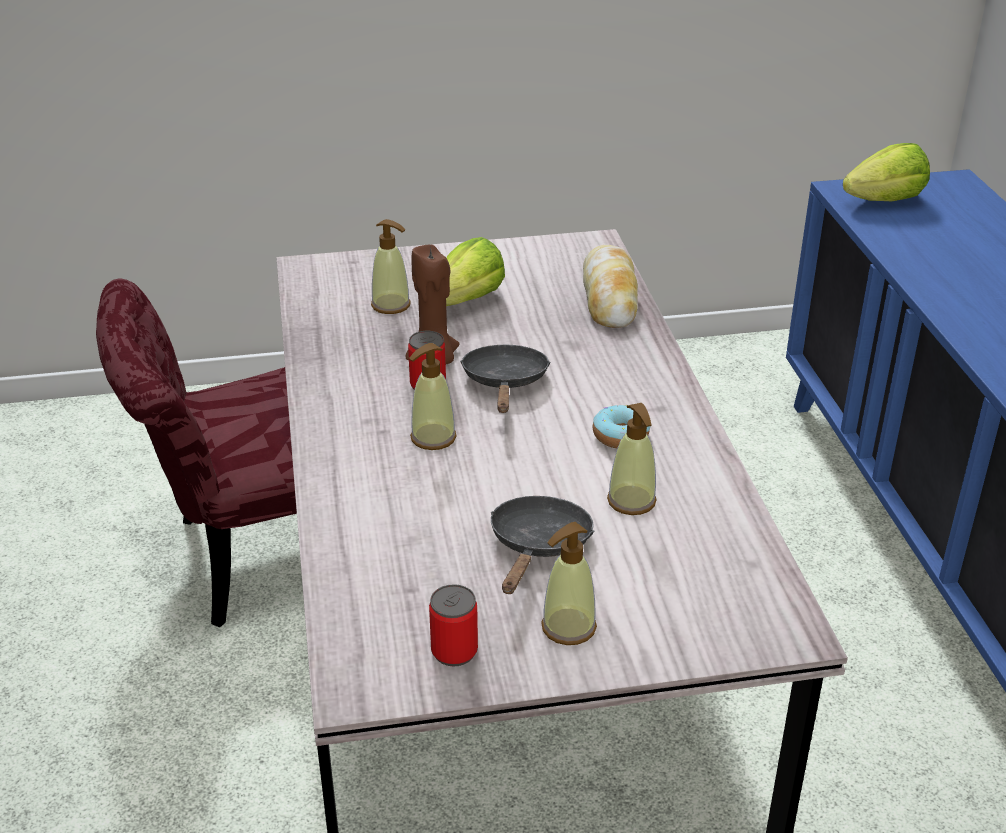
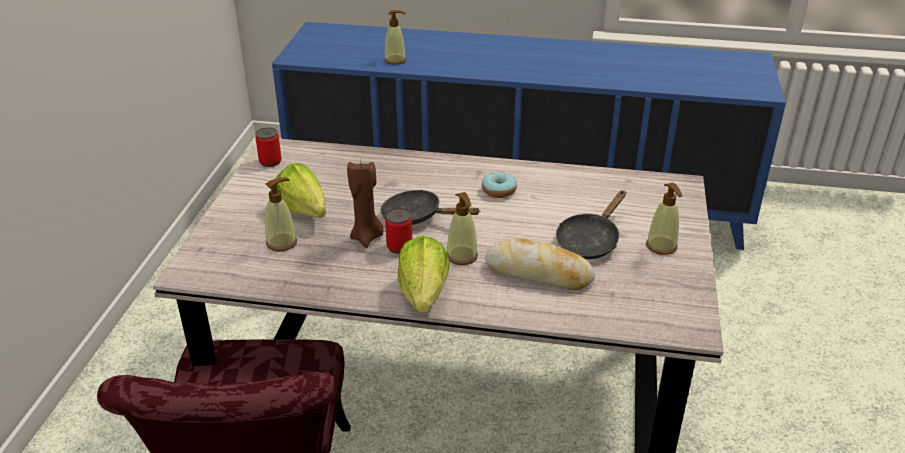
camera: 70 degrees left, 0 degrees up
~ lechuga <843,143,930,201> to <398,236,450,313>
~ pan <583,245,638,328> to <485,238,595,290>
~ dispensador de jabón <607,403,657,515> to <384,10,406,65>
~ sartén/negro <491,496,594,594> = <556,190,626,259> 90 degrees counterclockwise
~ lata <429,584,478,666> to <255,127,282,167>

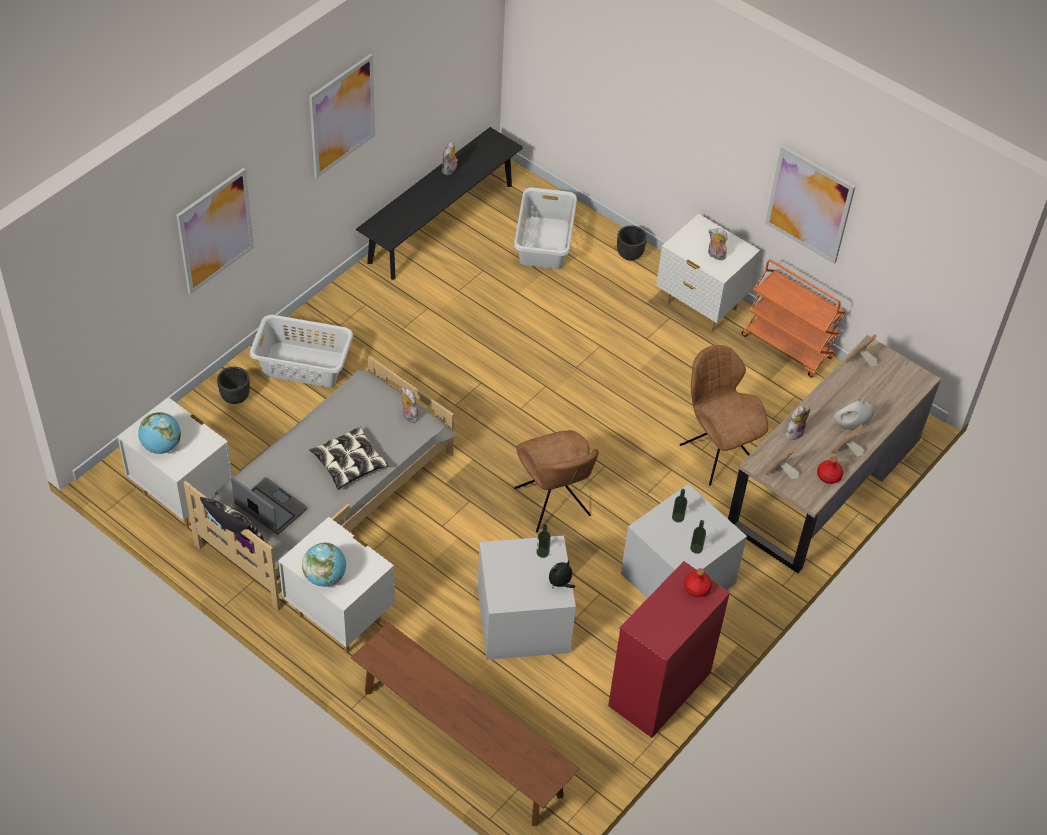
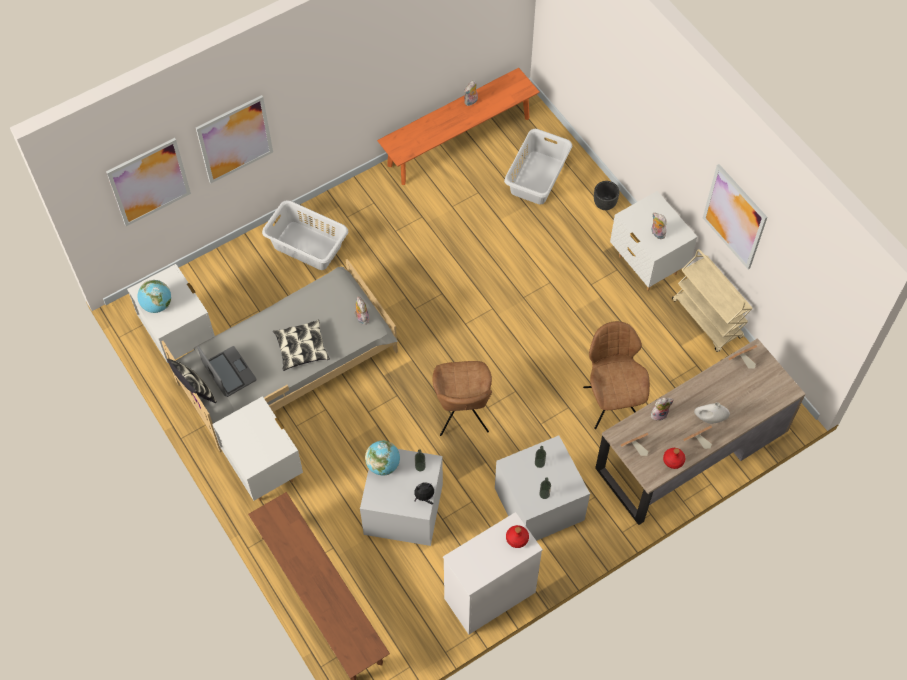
camera: 20 degrees right, 10 degrees up
~ cuadro <309,54,375,178> to <106,138,191,226>
~ banco/negro <356,127,523,280> to banco/naranja <377,68,540,185>
~ carrito/naranja <742,259,845,378> to carrito/beis <672,249,753,352>
- maceta/negro <217,367,250,404>
~ globo terráqueo <302,543,346,587> to <365,441,400,476>
~ cómoda/rojo <608,561,730,738> to cómoda/blanco <443,512,543,635>

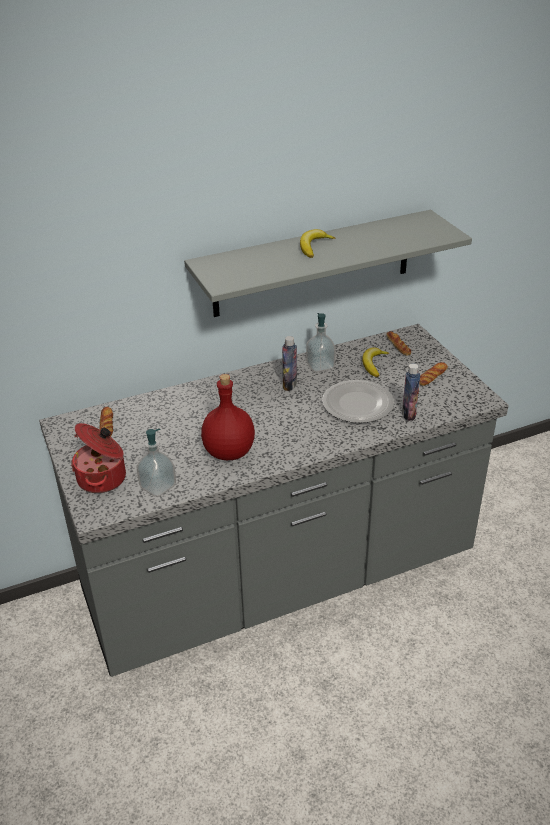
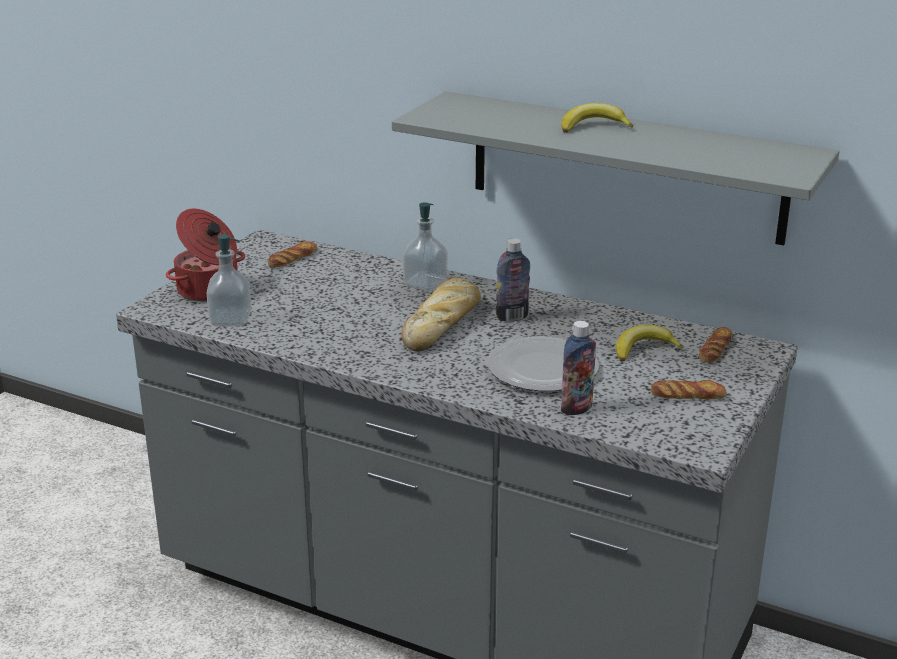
camera: 50 degrees right, 10 degrees down
~ dispensador de jabón <306,313,335,372> to <403,203,447,292>
- botella/rojo <201,374,255,460>
+ pan <401,278,481,351>

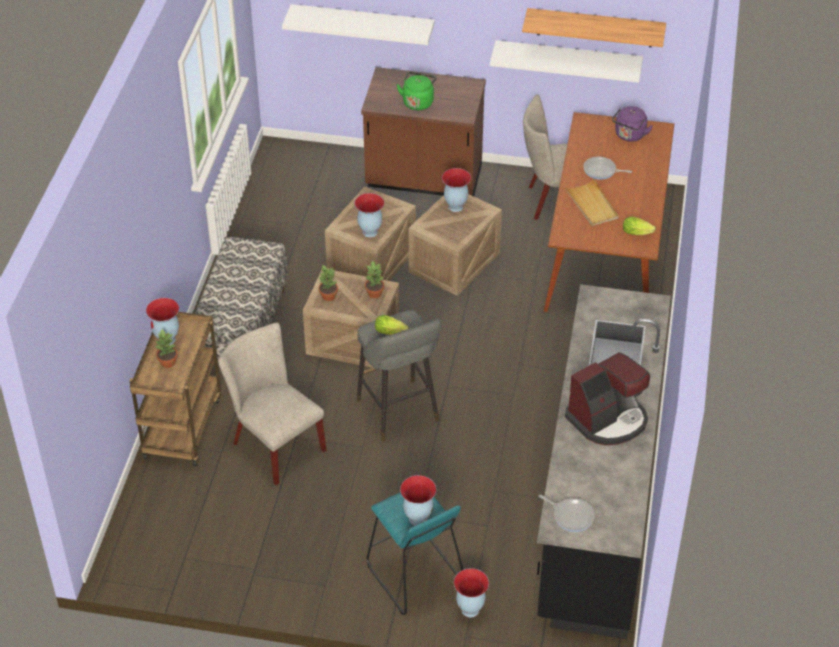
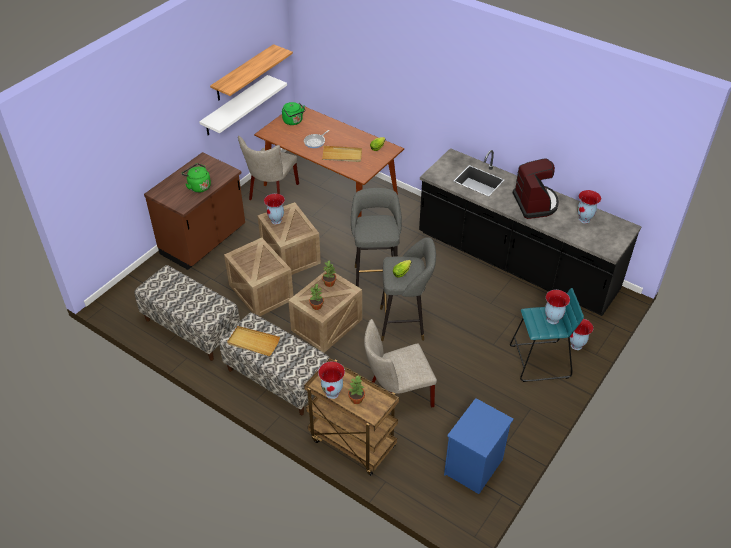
camera: 65 degrees left, 0 degrees up
- estante/blanco <282,4,435,45>
~ hervidor/morado <612,106,652,142> to hervidor/verde <282,102,305,125>
~ florero <354,193,384,237> to <577,190,601,223>
- sartén <538,495,595,532>
+ taburete/gris <351,188,402,287>
+ banco <134,265,240,361>
+ bandeja/beis <227,326,280,356>
+ mesita de noche/azul <444,398,513,494>

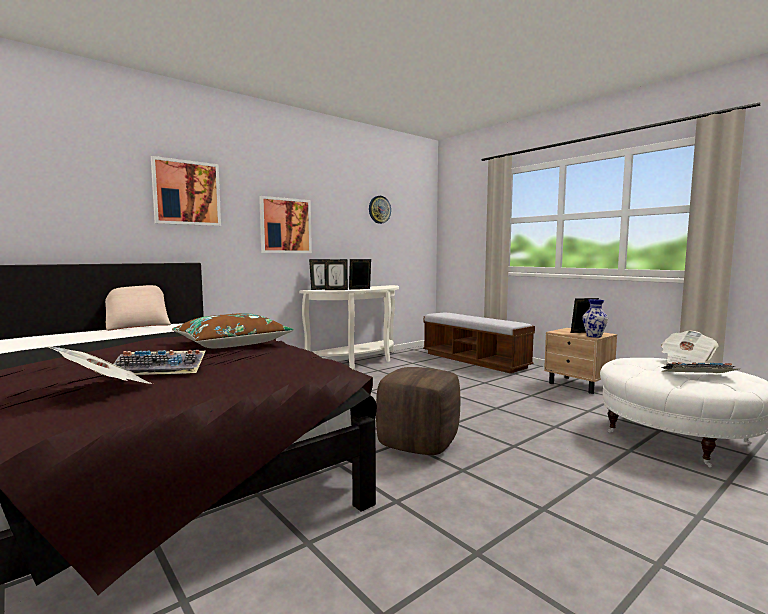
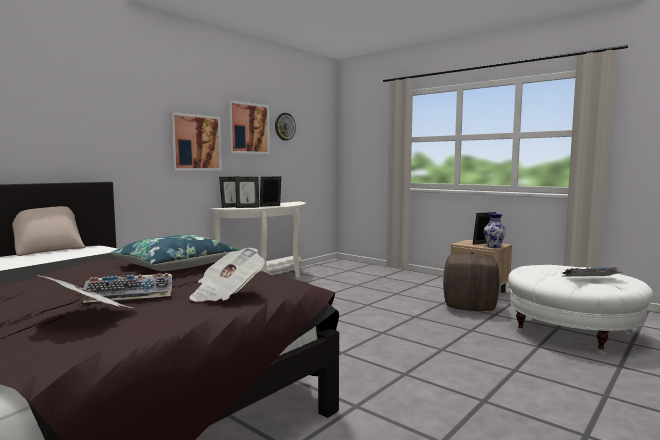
camera: 10 degrees left, 0 degrees up
~ cuadro <151,156,221,226> to <228,100,270,154>
~ cojín/marrón <172,313,293,348> to cojín/azul <110,235,240,271>
- banco <423,313,535,373>
~ periódico <661,331,718,364> to <189,248,265,302>
~ puf/marrón <376,367,460,455> to <443,253,500,311>

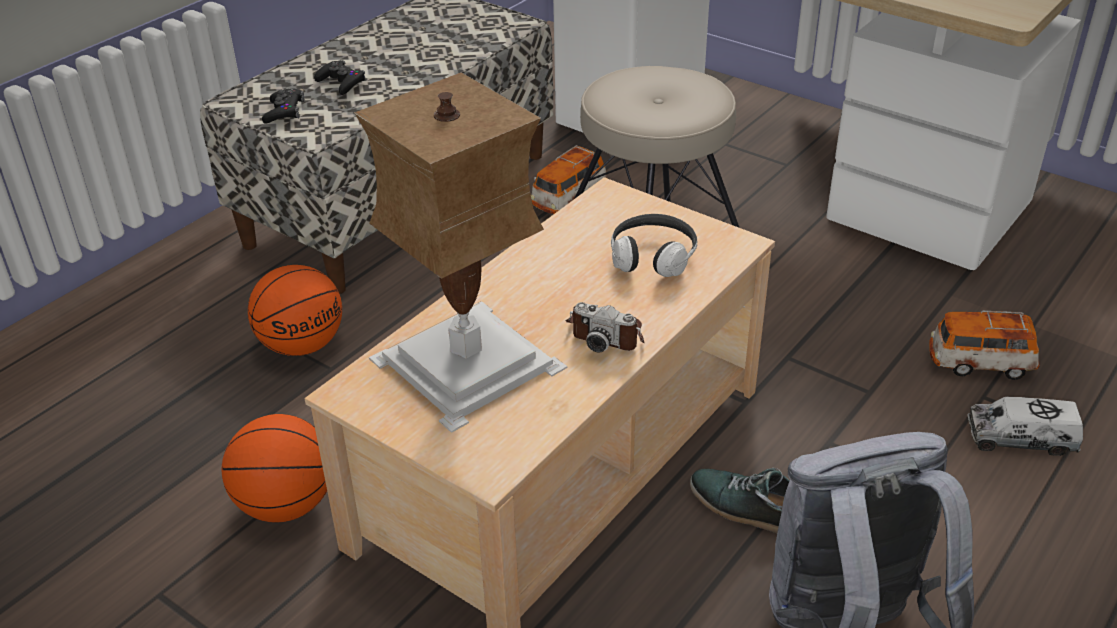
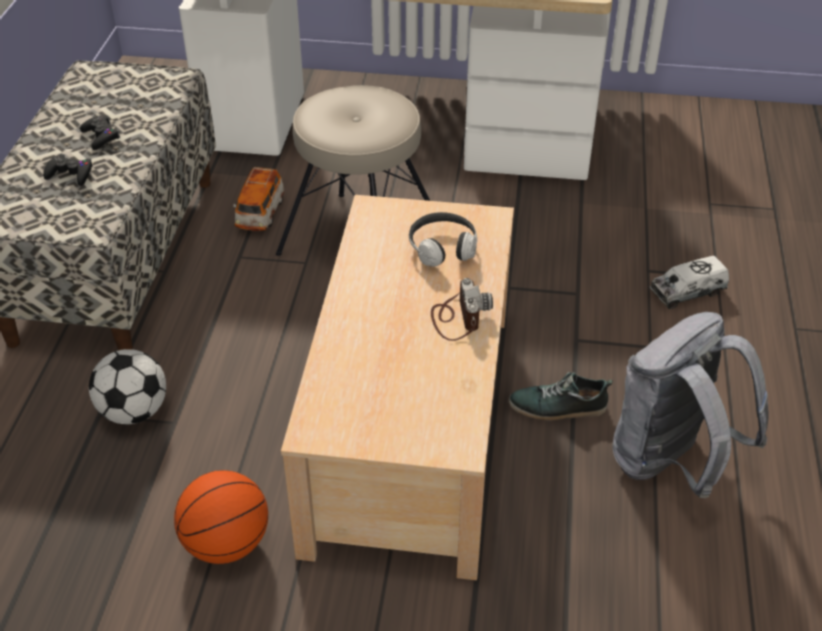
camera: 30 degrees left, 5 degrees up
- lámpara de mesa <354,72,567,433>
~ mando de consola/negro <262,89,305,124> to <80,115,120,150>
~ balón de baloncesto <248,265,342,356> to balón de fútbol <89,349,166,424>
~ cámara <566,302,645,353> = <431,278,493,341> 90 degrees counterclockwise
- coche de juguete <929,311,1040,380>

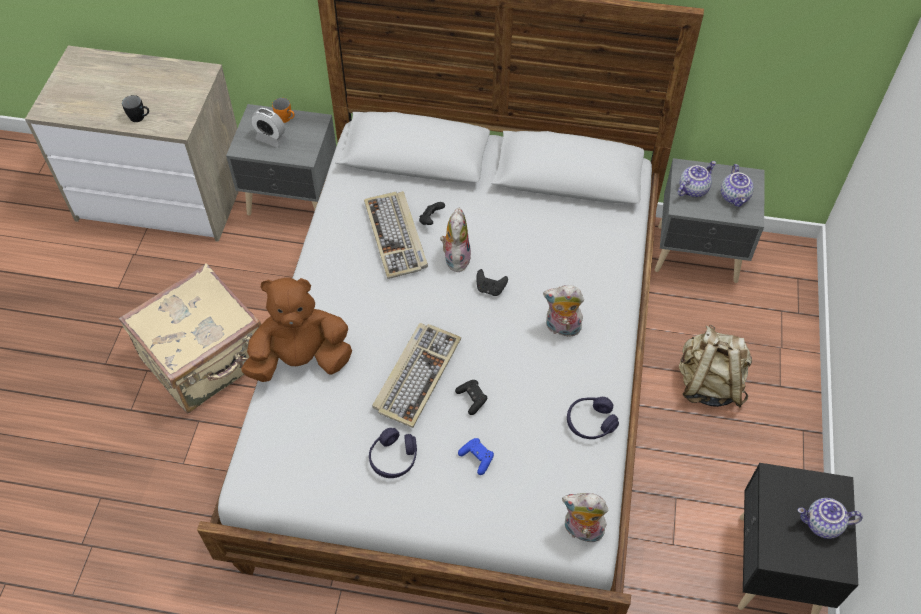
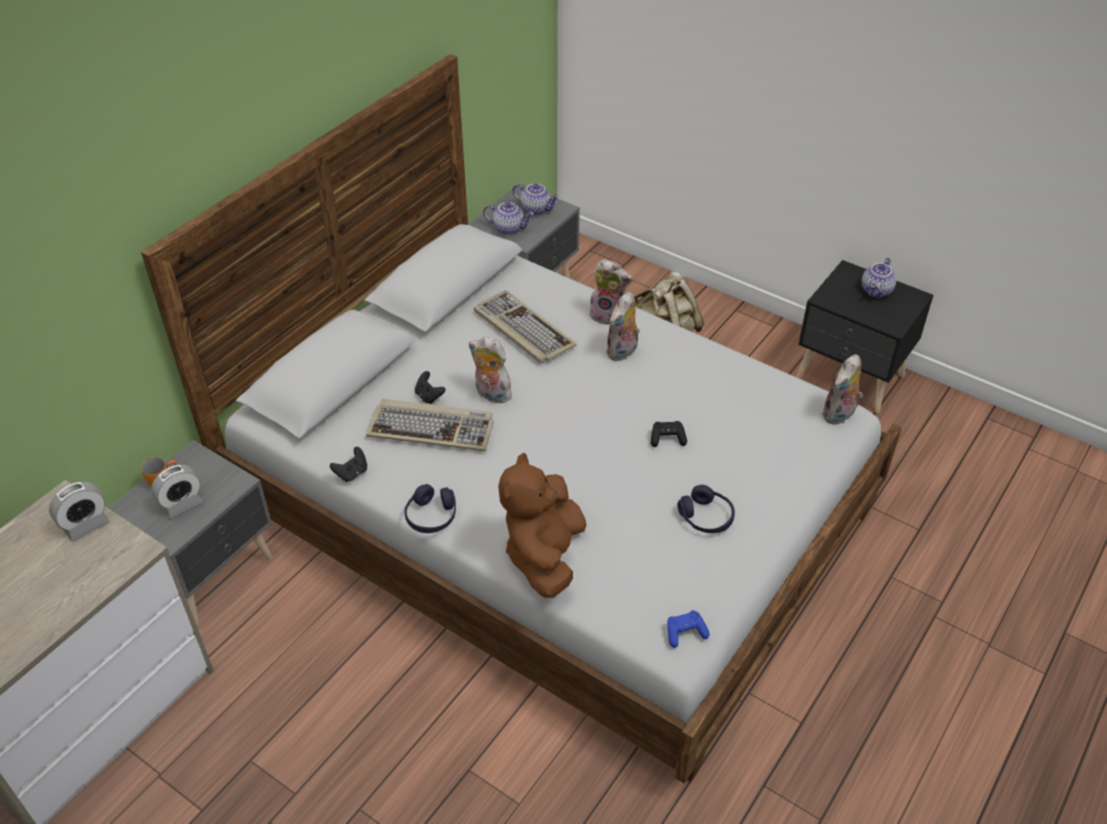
camera: 65 degrees left, 10 degrees down
- taza grande/negro <122,95,149,122>
~ tetera <677,161,716,197> = <483,202,534,235> 120 degrees clockwise
- maleta/beis <119,263,261,414>
~ mando de consola/negro <476,269,508,296> to <330,447,367,482>
~ teclado <372,323,461,428> to <474,290,577,363>
~ auriculares/morado <567,397,619,439> to <404,484,456,533>
~ mando de consola/azul <458,438,494,475> to <667,610,709,648>
+ peluche <589,259,633,325>
+ despertador <49,482,109,542>

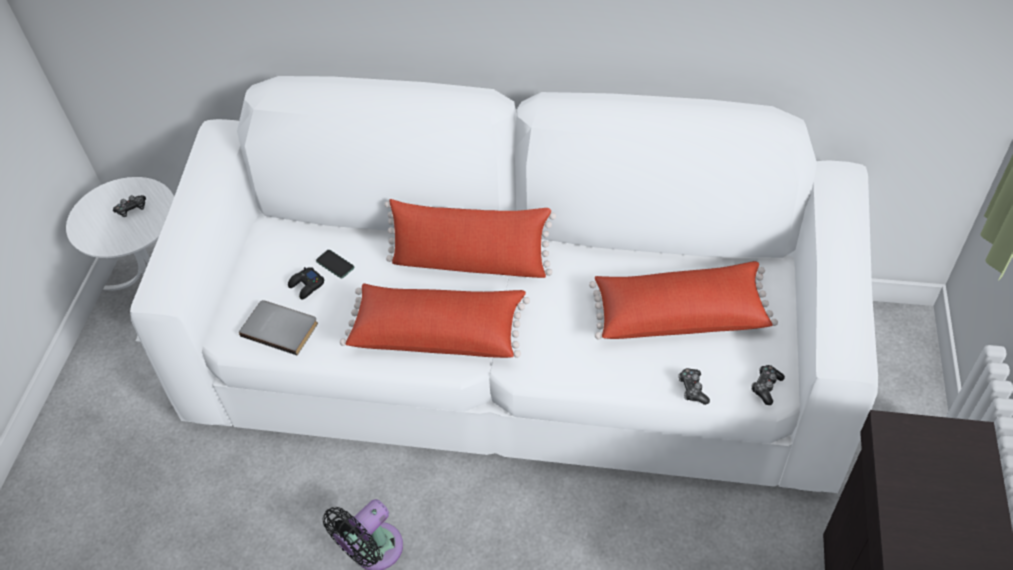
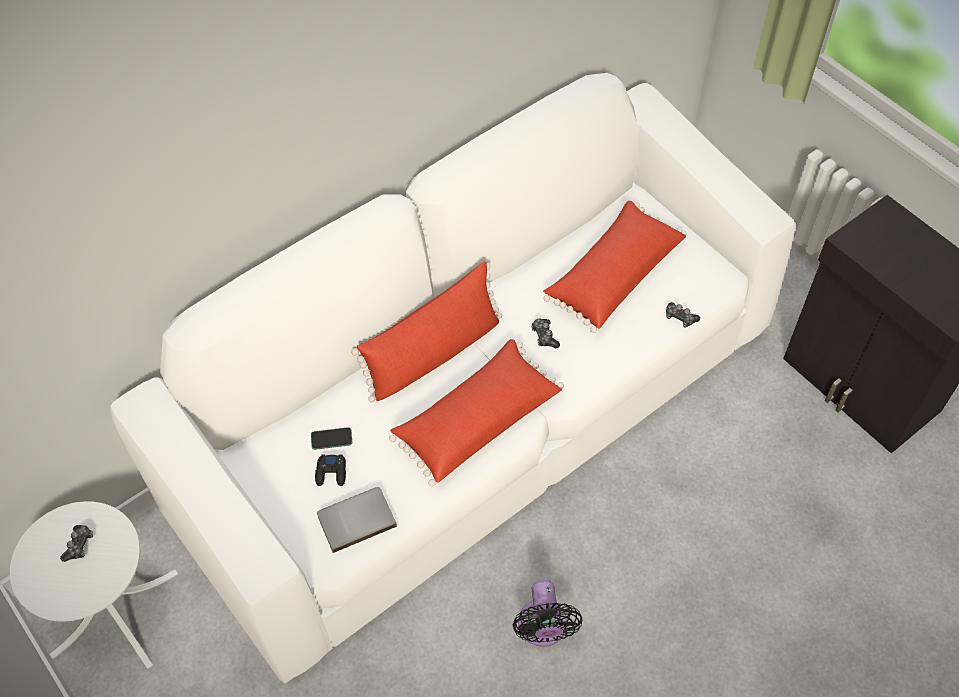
camera: 50 degrees left, 5 degrees up
~ mando de consola <751,365,785,405> to <531,319,560,348>

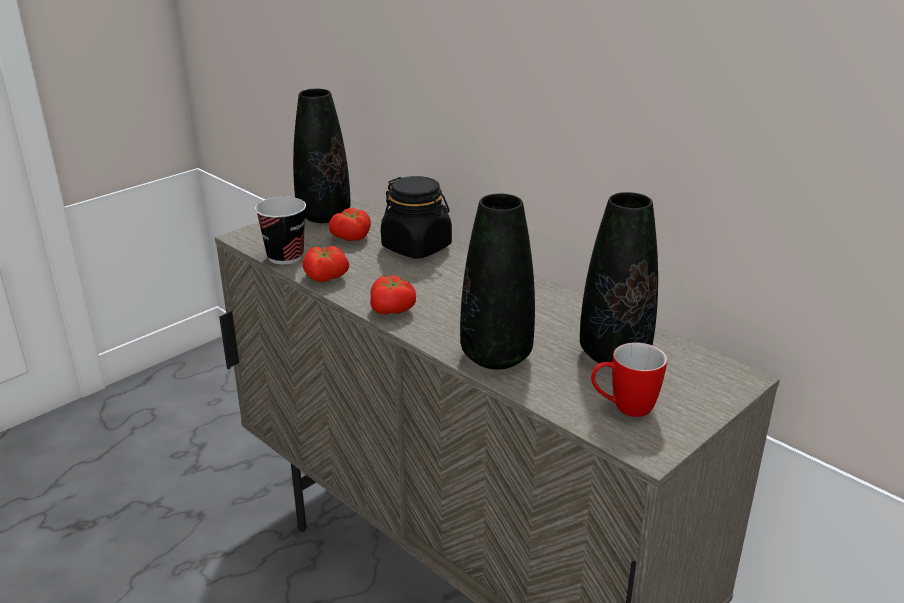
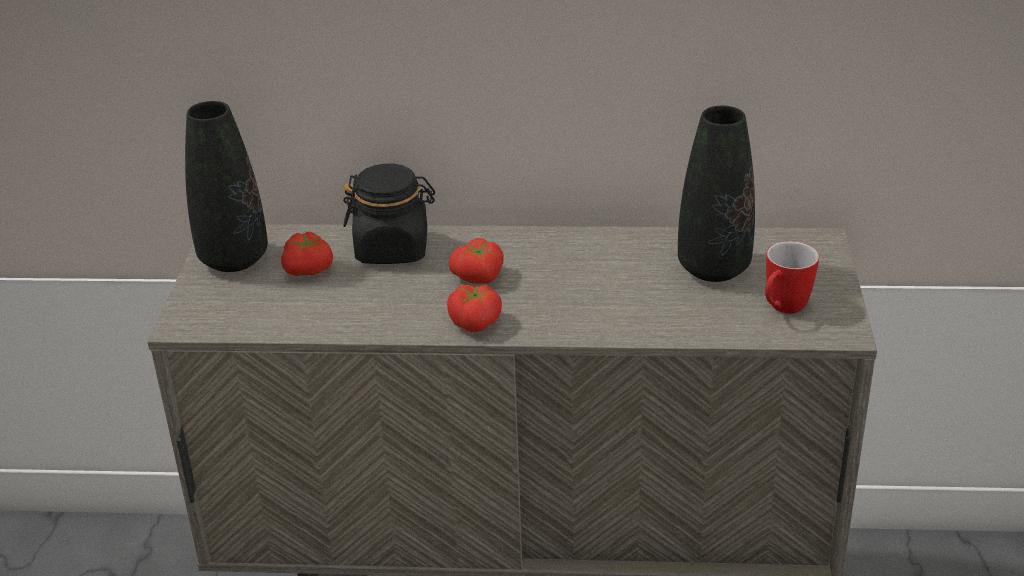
camera: 40 degrees left, 5 degrees up
- florero/negro <460,194,535,370>
- taza <255,197,306,264>
~ tomate <302,246,349,282> to <449,238,504,284>

